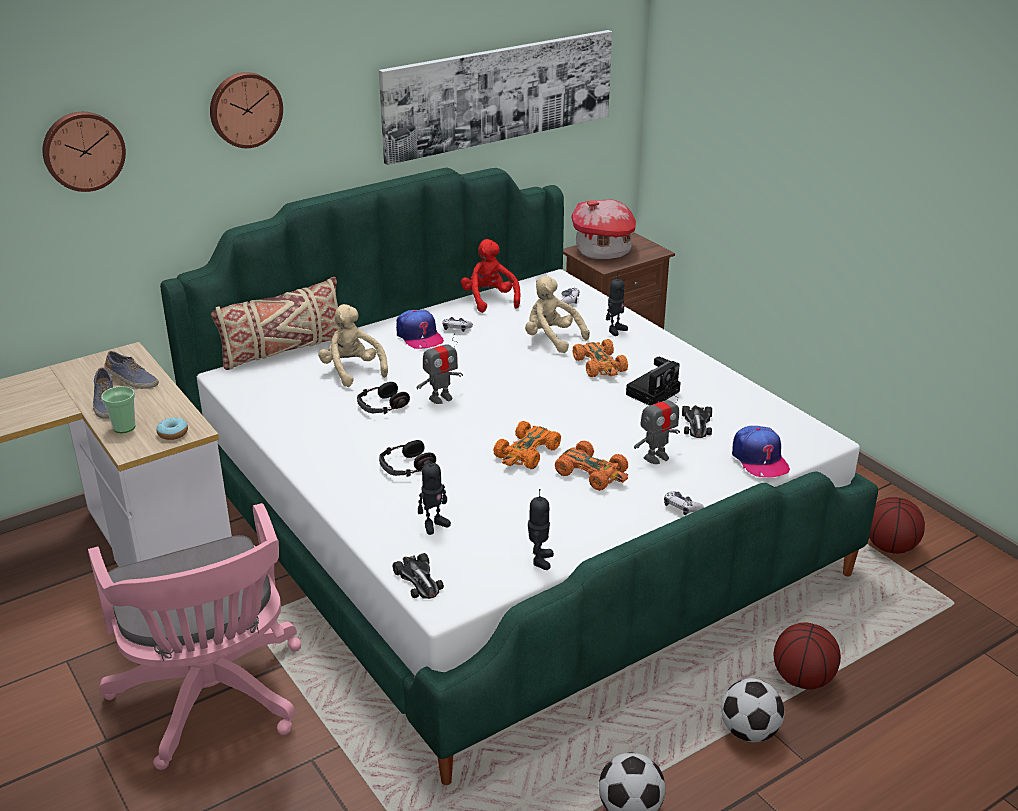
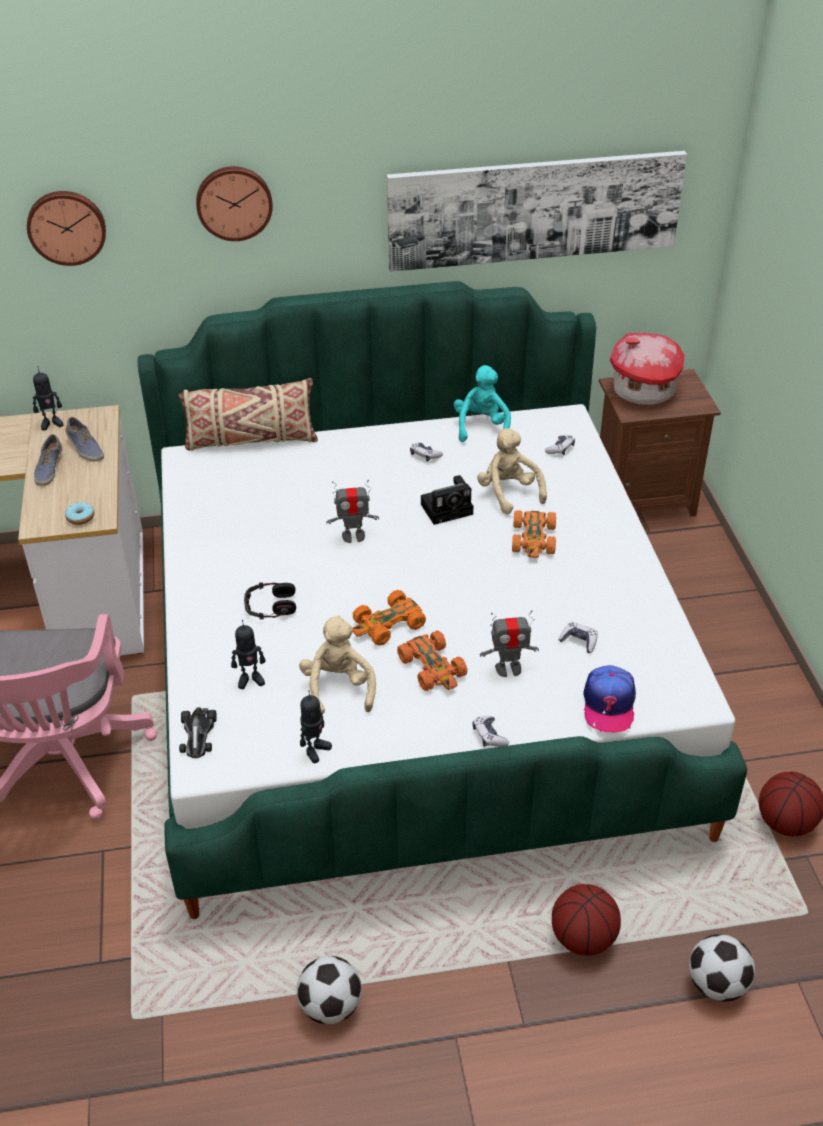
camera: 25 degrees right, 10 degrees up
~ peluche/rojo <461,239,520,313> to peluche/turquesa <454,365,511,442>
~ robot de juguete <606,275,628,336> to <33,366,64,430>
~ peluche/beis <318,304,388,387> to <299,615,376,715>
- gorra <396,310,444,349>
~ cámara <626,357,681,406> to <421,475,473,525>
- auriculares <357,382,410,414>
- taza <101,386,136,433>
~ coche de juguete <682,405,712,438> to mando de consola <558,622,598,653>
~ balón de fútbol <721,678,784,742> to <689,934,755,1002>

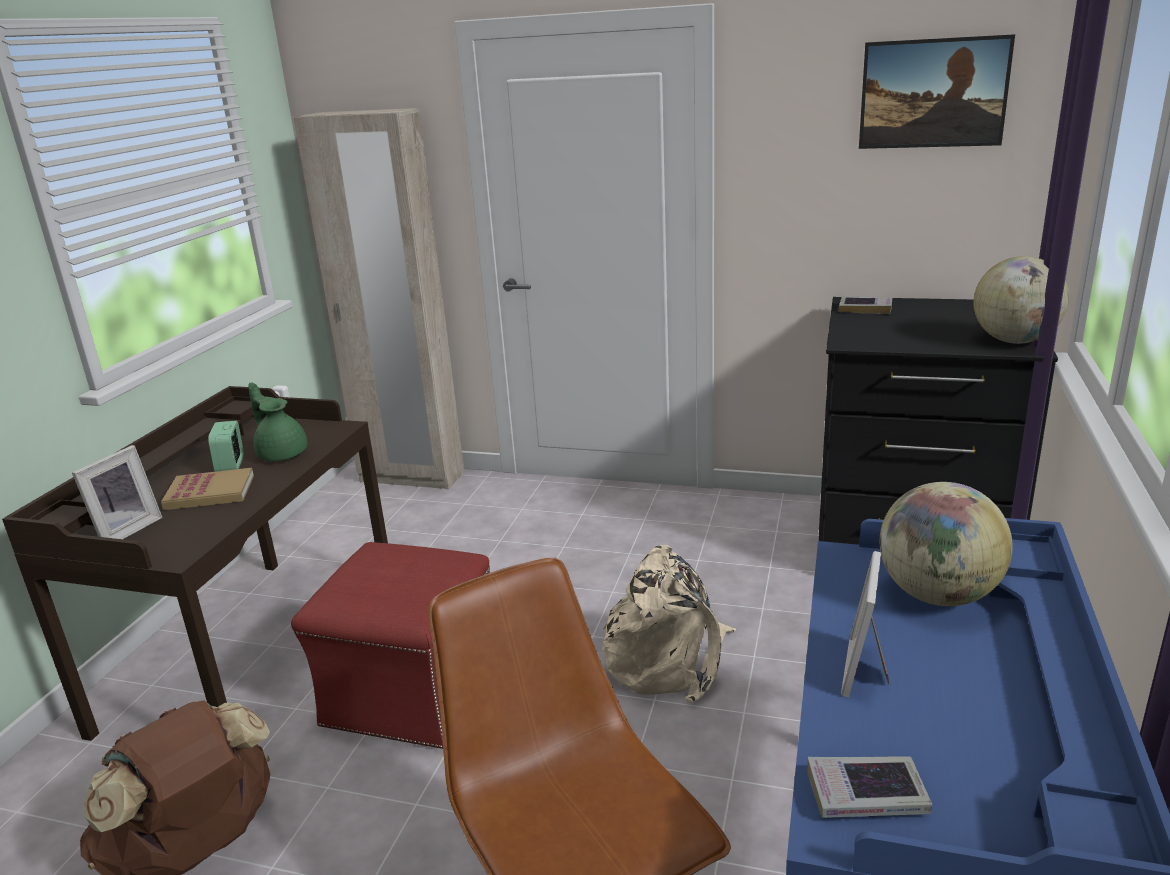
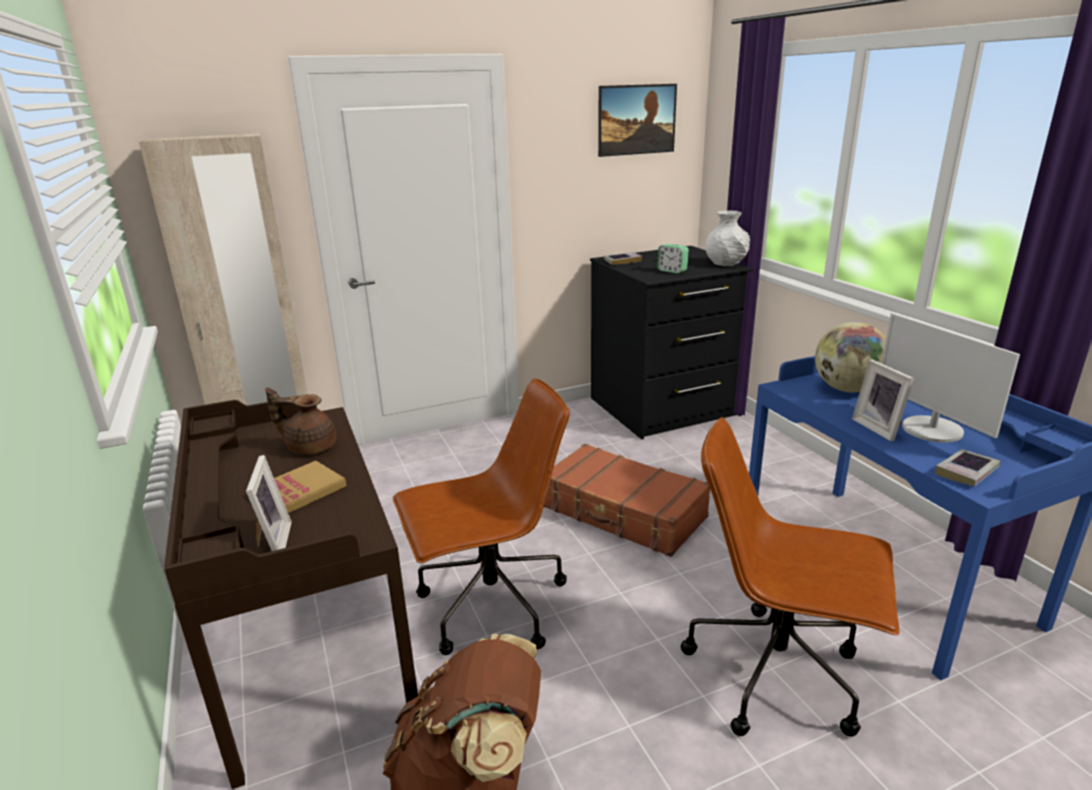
camera: 40 degrees left, 0 degrees up
~ globo terráqueo <973,256,1069,344> to florero/blanco <706,210,750,266>
~ tetera/verde <248,383,307,461> to tetera/marrón <265,387,337,455>
~ despertador <208,421,244,472> to <657,244,689,274>
~ puf/rojo <291,542,490,749> to silla de oficina/marrón <393,378,570,655>
~ mochila/beis <603,545,736,703> to maleta/marrón <544,444,710,557>
+ monitor <882,313,1020,443>

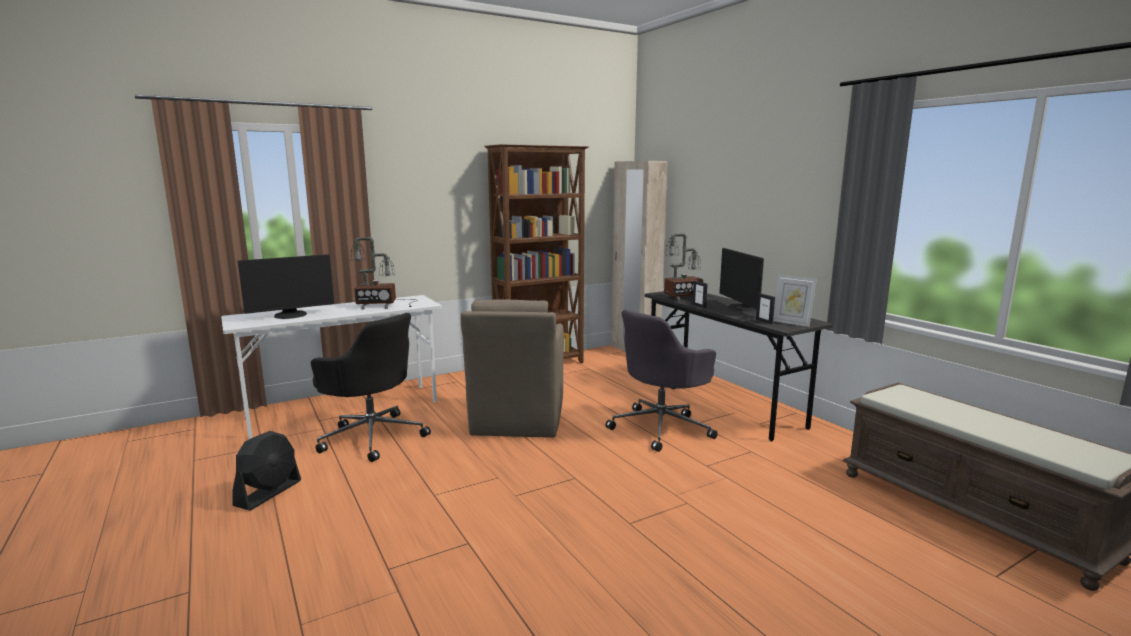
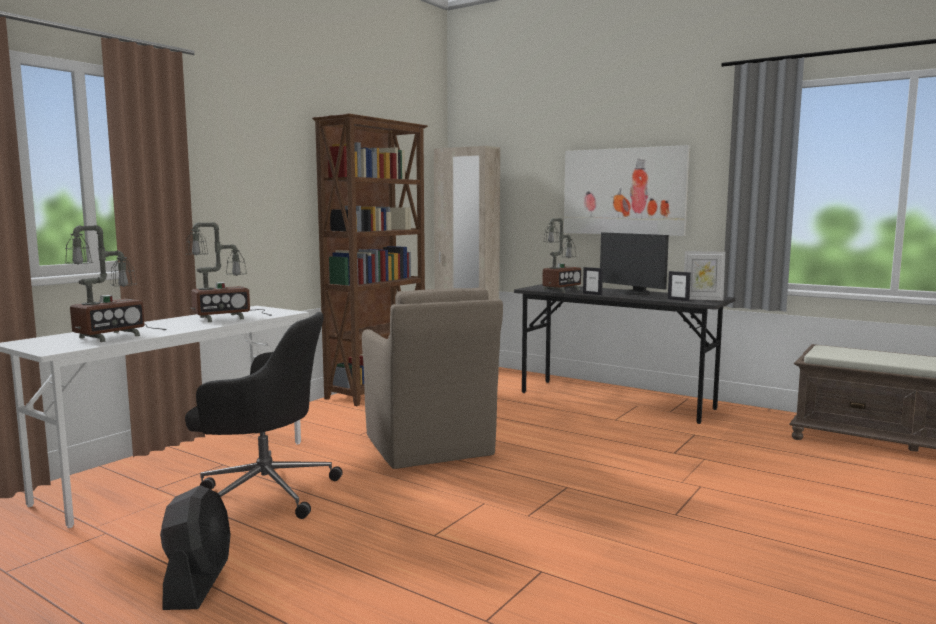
camera: 25 degrees left, 5 degrees down
~ monitor <238,254,334,319> to lámpara de mesa <65,225,166,342>
- silla de oficina/gris <605,310,718,452>
+ cuadro <564,145,690,236>

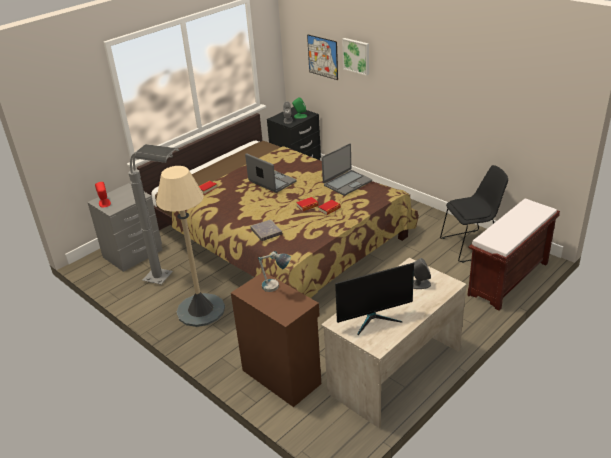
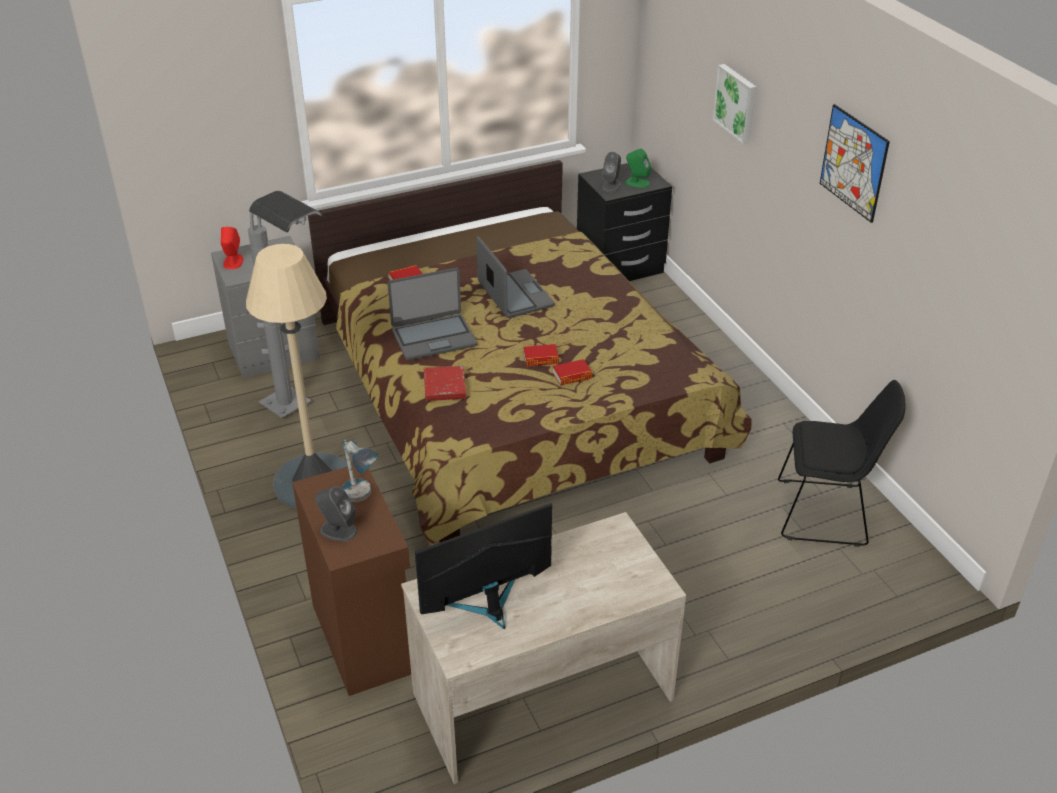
camera: 20 degrees right, 5 degrees up
~ cuadro <307,35,338,80> to <820,104,890,223>
~ portátil <322,144,372,196> to <388,268,477,361>
- banco/marrón <467,199,560,310>
~ libro/gris <250,219,282,241> to libro/rojo <424,366,466,401>
~ altavoz/gris <413,258,431,289> to <315,486,357,542>
~ monitor <335,263,414,335> = <415,503,552,629> 150 degrees clockwise

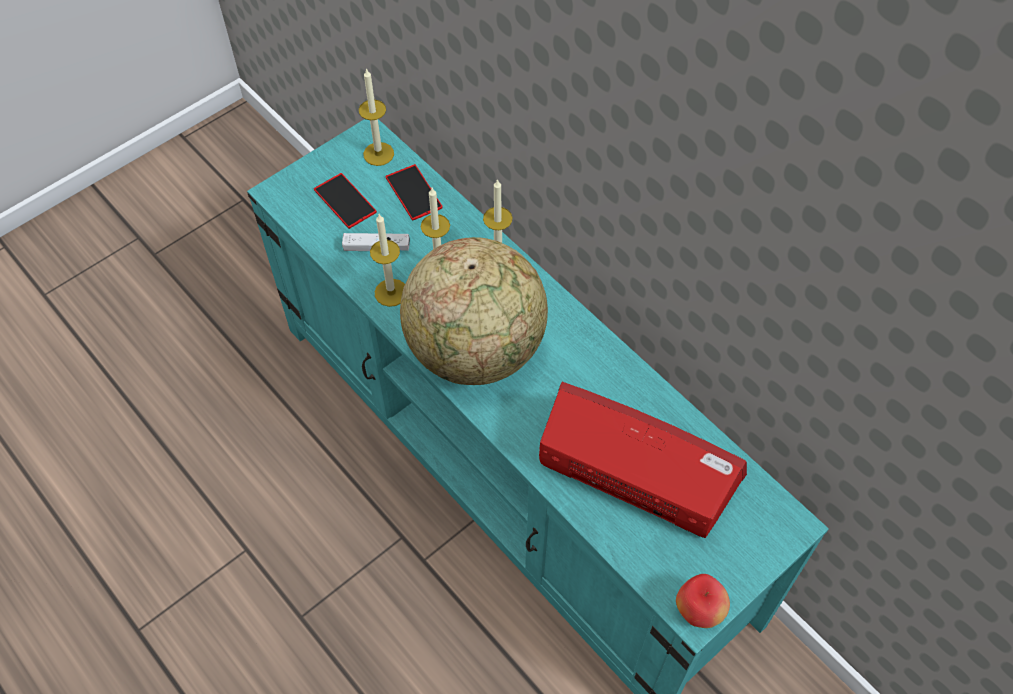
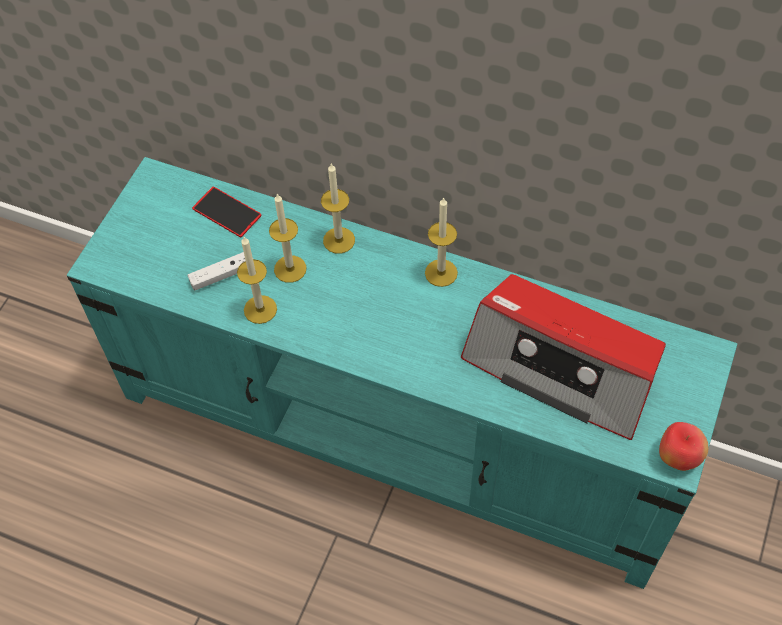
camera: 25 degrees left, 0 degrees up
~ vela <359,68,394,166> to <425,197,458,287>
- móvil <314,173,377,229>
- globo terráqueo <400,237,548,385>
~ radio <539,382,747,538> = <461,274,666,440> 150 degrees counterclockwise

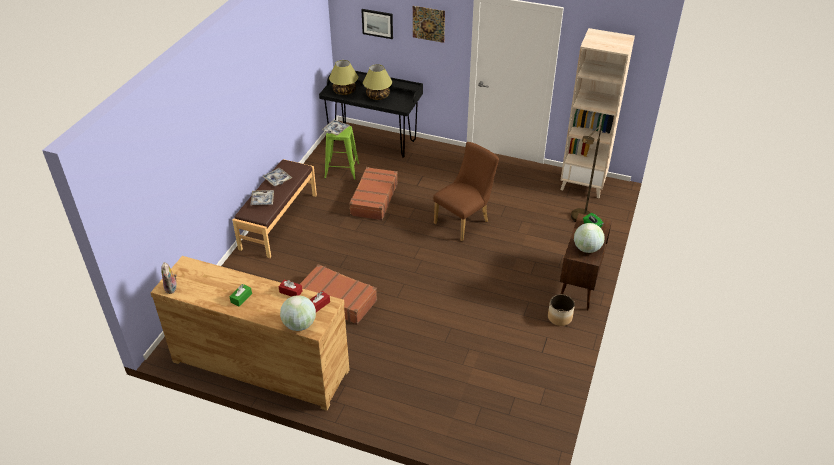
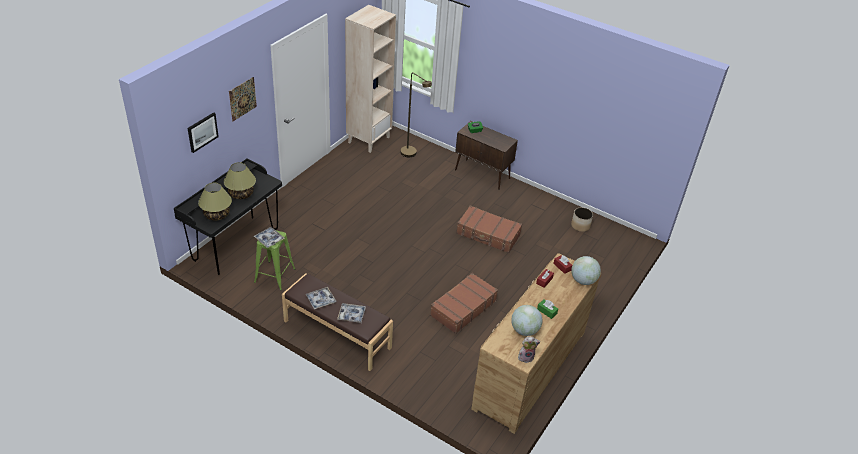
camera: 80 degrees left, 0 degrees up
- silla/marrón <433,142,499,241>
~ maleta/marrón <349,167,398,220> to <456,205,522,253>
~ globo terráqueo <574,223,604,253> to <511,305,542,336>
~ maceta <548,294,575,326> to <571,207,593,232>

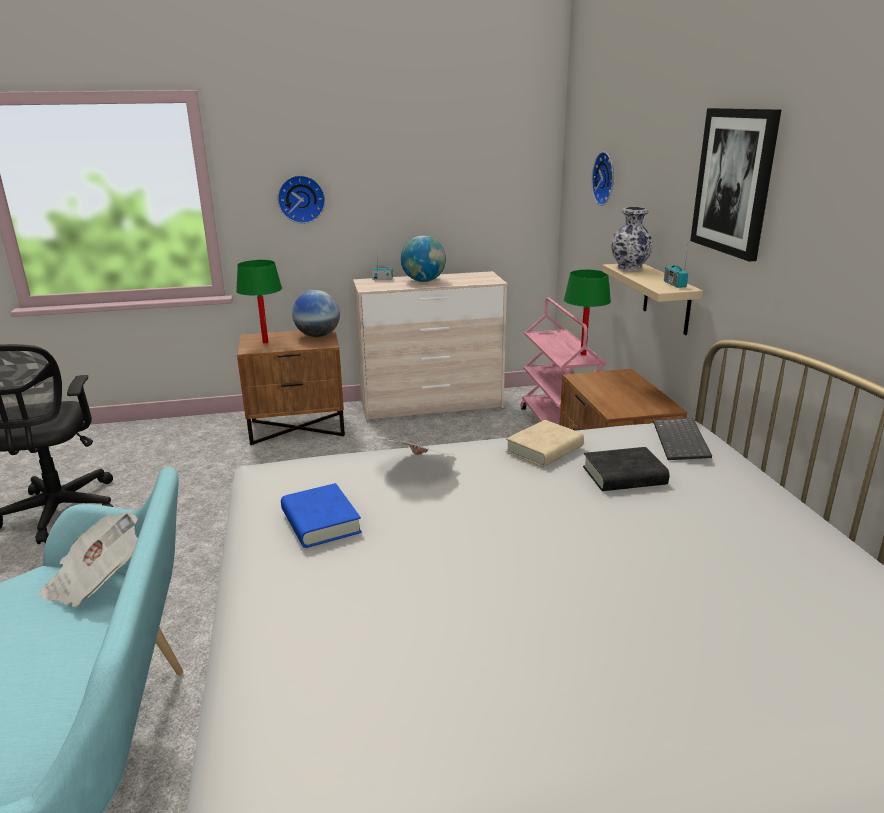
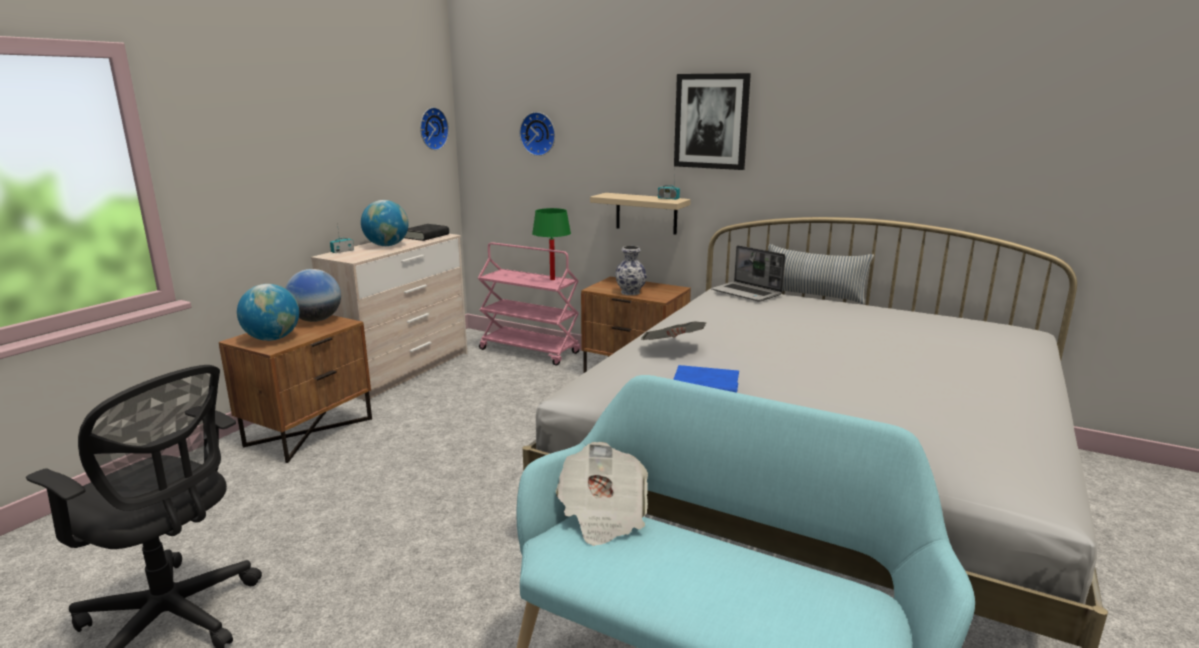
camera: 50 degrees left, 5 degrees down
~ reloj de pared <277,175,325,224> to <420,107,449,150>
~ florero <611,207,653,271> to <615,246,647,295>
~ lámpara de mesa/verde <236,260,282,343> to globo terráqueo <237,284,299,341>
~ teclado <653,418,712,460> to portátil <711,245,786,302>
- libro/beis <506,420,584,467>
~ libro/negro <583,447,669,491> to <404,224,449,241>
+ cojín <768,244,874,305>

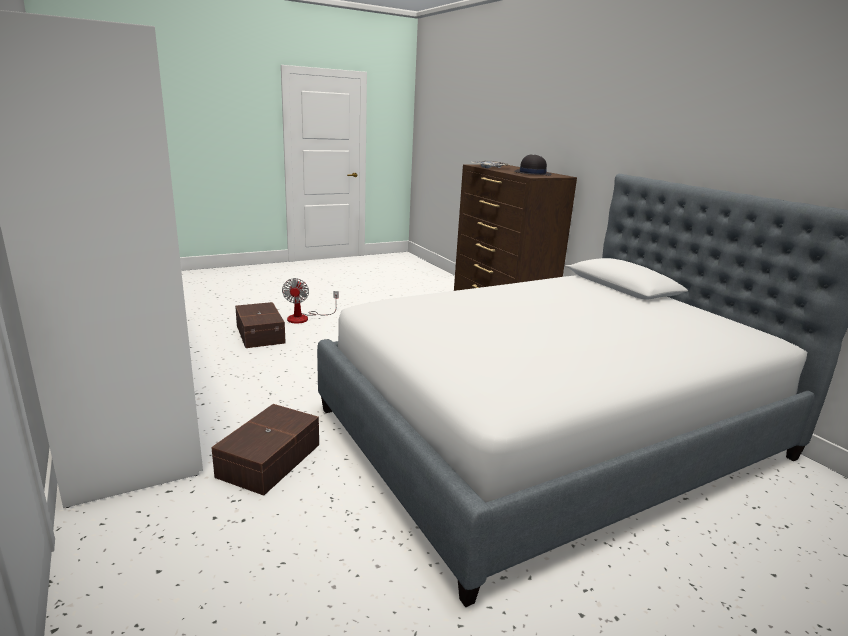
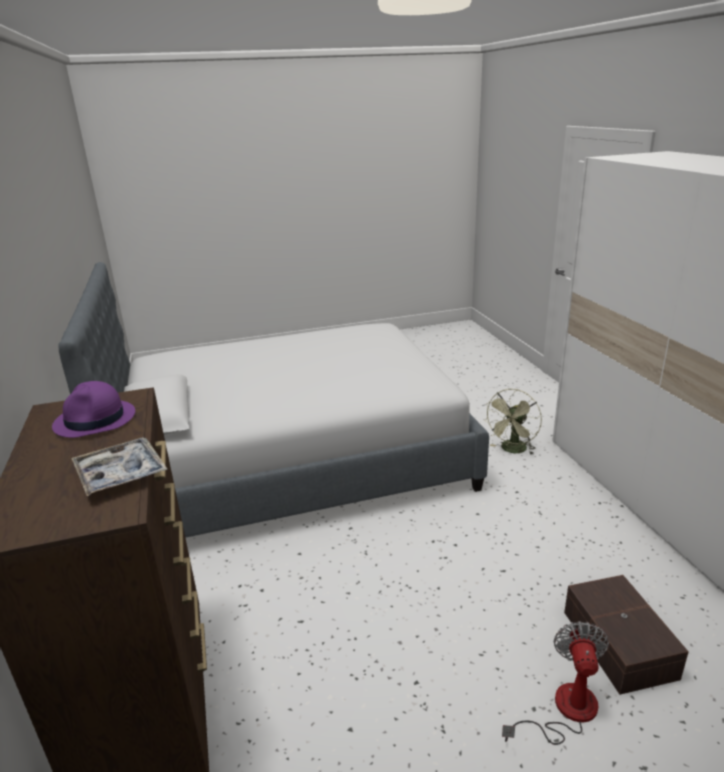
camera: 165 degrees left, 5 degrees up
~ sombrero/negro <514,155,551,176> to sombrero/morado <52,381,135,438>
~ caja de almacenaje/marrón <211,404,319,496> to ventilador/verde <484,389,542,455>

